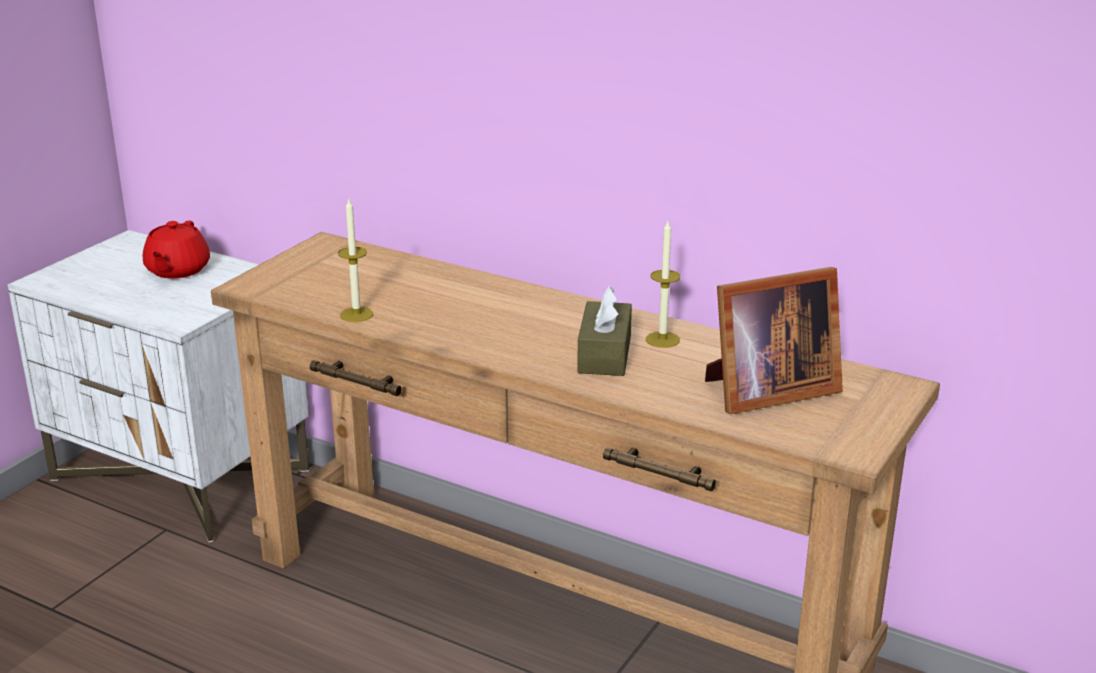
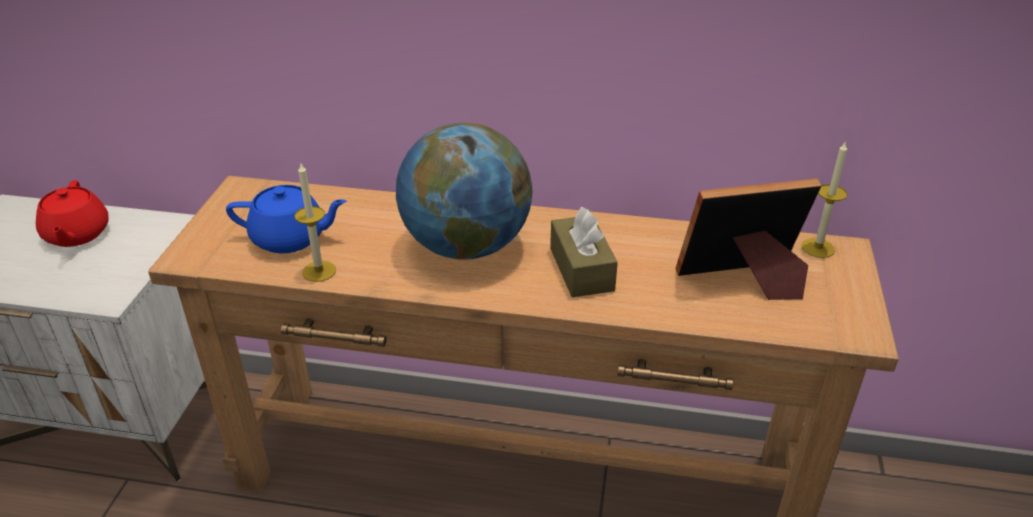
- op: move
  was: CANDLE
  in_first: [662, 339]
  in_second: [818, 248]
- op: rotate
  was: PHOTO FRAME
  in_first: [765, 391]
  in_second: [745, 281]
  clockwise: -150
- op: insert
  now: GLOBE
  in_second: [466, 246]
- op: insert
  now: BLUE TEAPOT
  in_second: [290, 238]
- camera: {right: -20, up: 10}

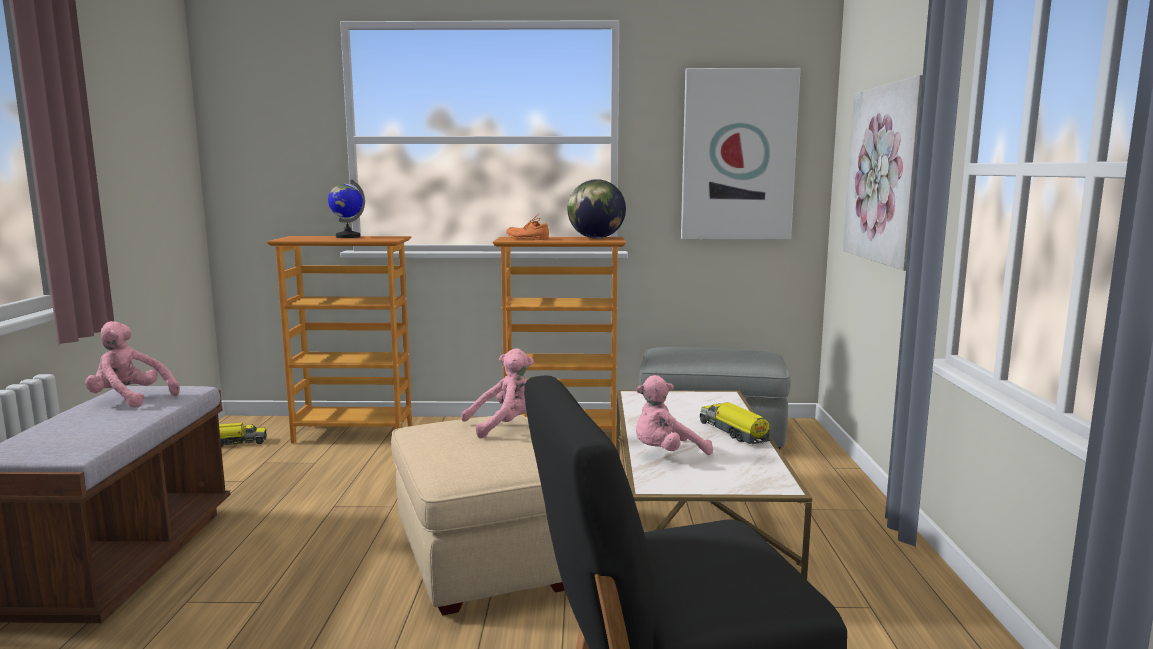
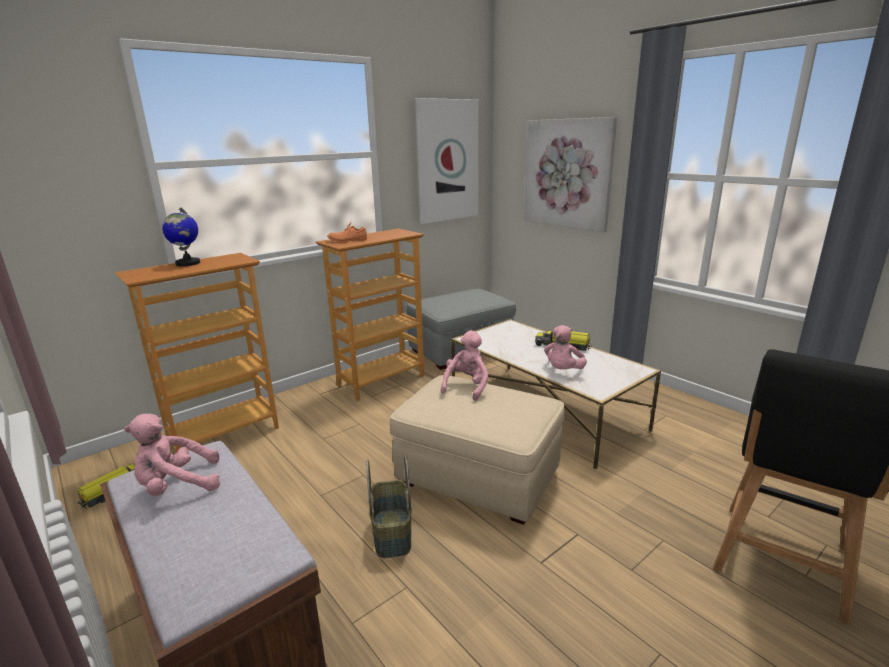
- op: delete
  was: GLOBE
  in_first: [596, 238]
- op: insert
  now: BASKET
  in_second: [391, 533]
- camera: {right: -40, up: 10}

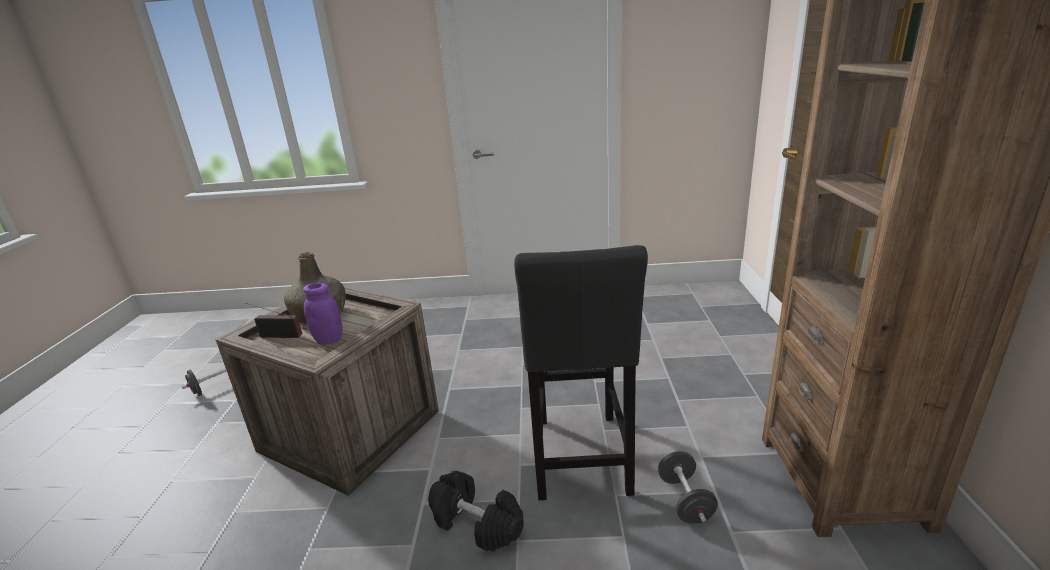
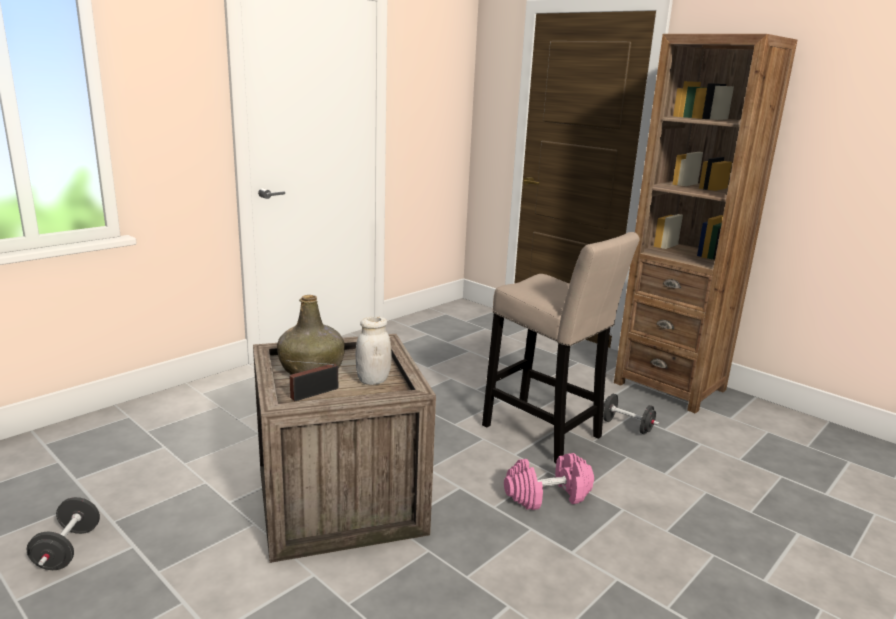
- op: recolor
  was: BLACKISH STOOL SEAT
  now: BEIGE STOOL SEAT
  in_first: [580, 460]
  in_second: [546, 434]
- op: recolor
  was: PURPLISH JAR
  now: WHITISH JAR
  in_first: [329, 340]
  in_second: [373, 380]
- op: recolor
  was: BLACKISH FREE WEIGHT
  now: PINK FREE WEIGHT
  in_first: [476, 524]
  in_second: [547, 496]
- camera: {right: -50, up: -5}

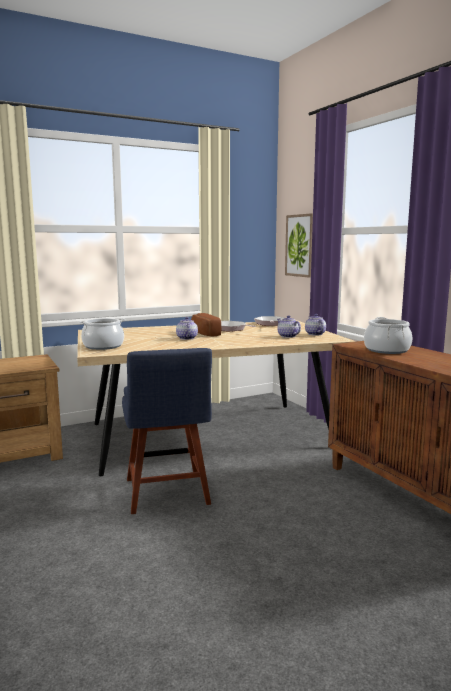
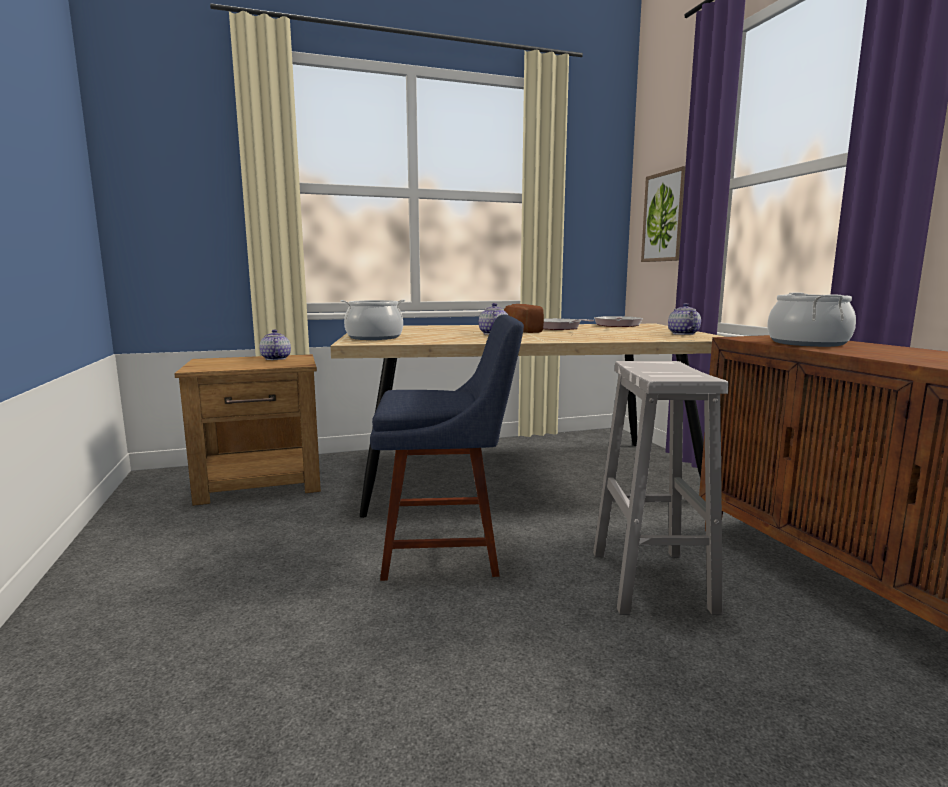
- op: move
  was: TEAPOT
  in_first: [287, 336]
  in_second: [275, 359]
- op: rotate
  was: BLUE CHAIR
  in_first: [167, 494]
  in_second: [448, 549]
  clockwise: -90
- op: insert
  now: WHITISH STOOL SEAT
  in_second: [650, 579]
- camera: {right: 10, up: 0}

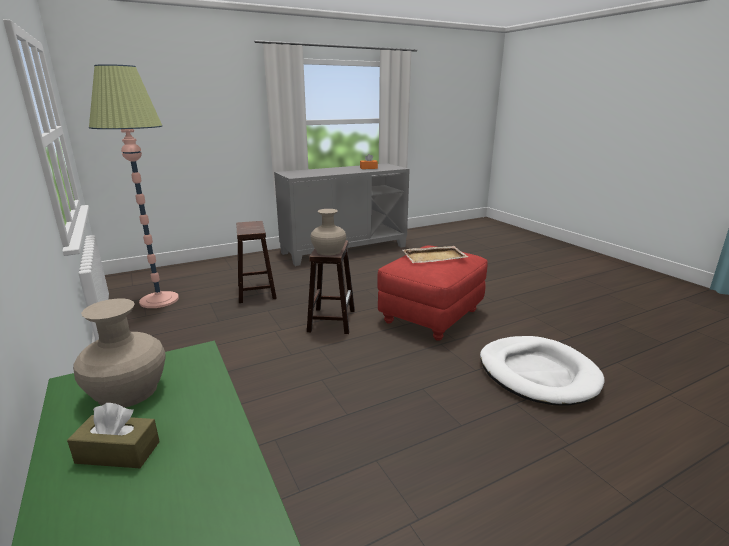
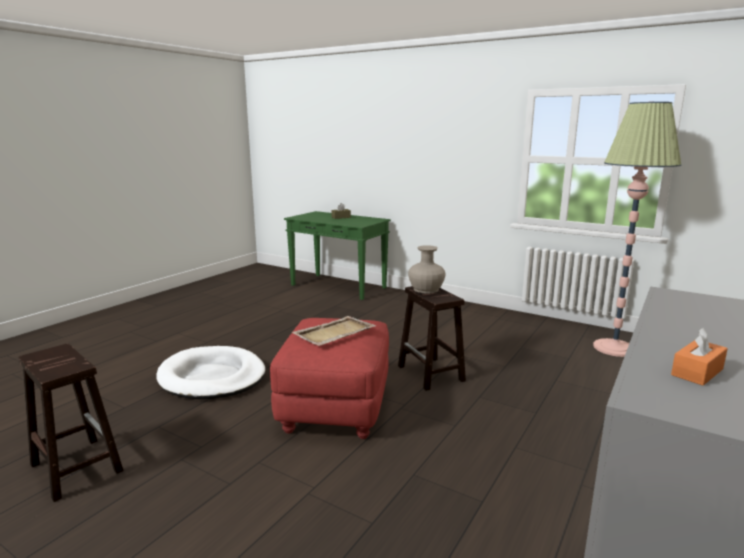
- op: move
  was: BROWN STOOL SEAT
  in_first: [257, 292]
  in_second: [75, 467]
- op: delete
  was: BEIGE DECORATIVE VASE
  in_first: [128, 391]
- camera: {right: 150, up: -5}

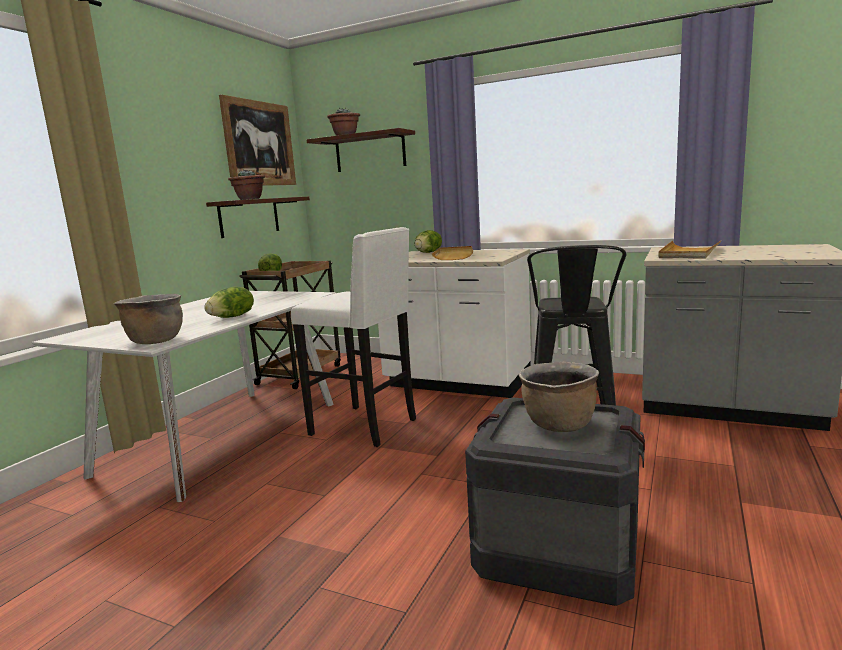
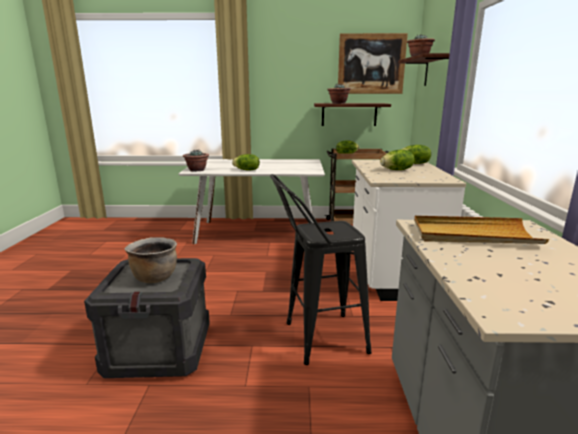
- op: delete
  was: WHITISH STOOL SEAT
  in_first: [366, 427]
- op: replace
  was: BEIGE TRAY
  now: LETTUCE HEAD
  in_first: [454, 255]
  in_second: [397, 170]
- op: replace
  was: BROWN COOKING POT
  now: PLANT IN A POT
  in_first: [155, 341]
  in_second: [197, 170]
- camera: {right: 65, up: 5}

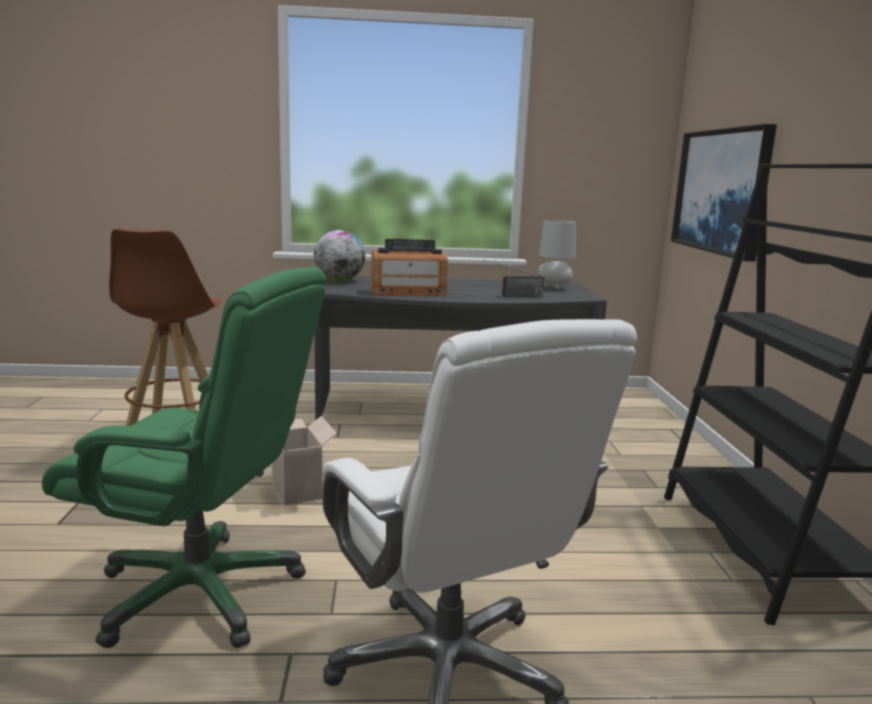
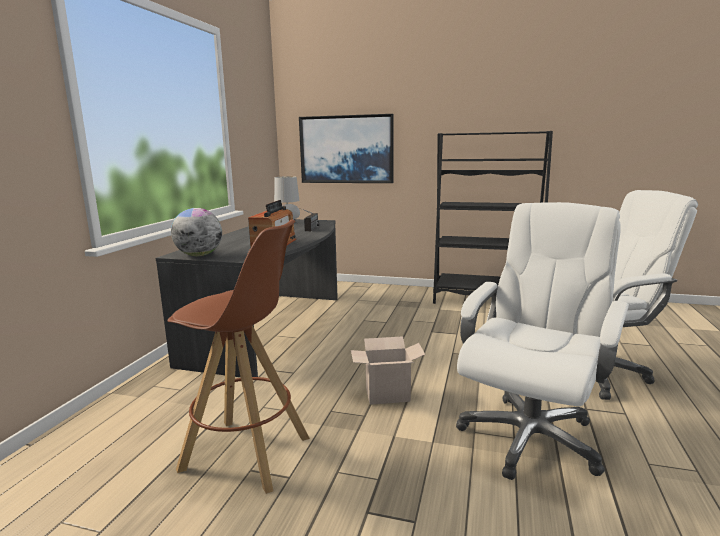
- op: recolor
  was: GREEN DESK CHAIR
  now: WHITISH DESK CHAIR
  in_first: [201, 592]
  in_second: [530, 437]
- camera: {right: -70, up: 0}

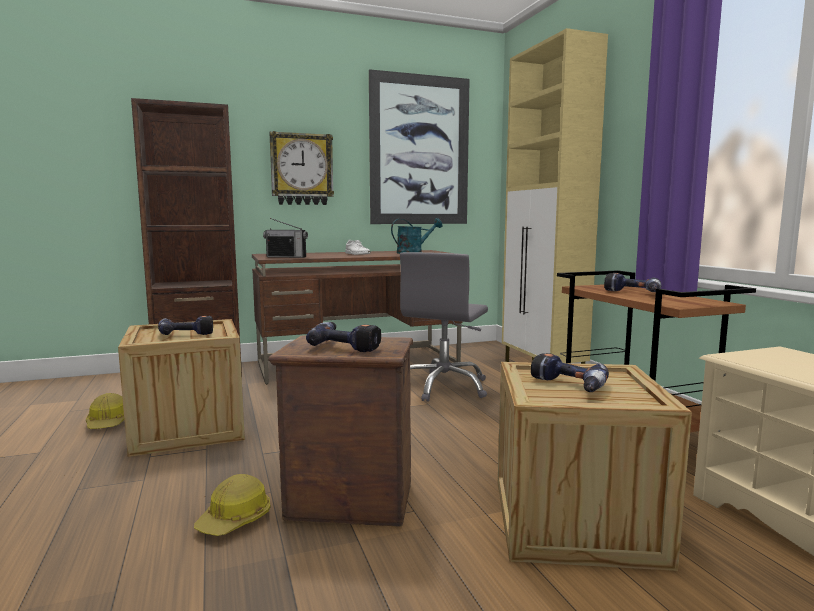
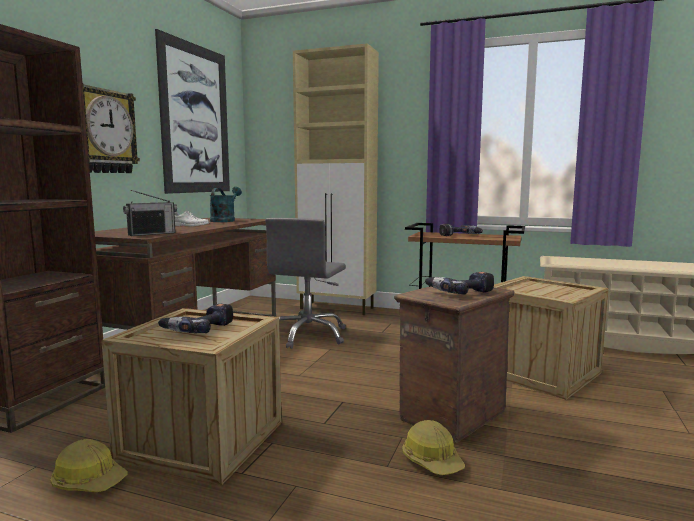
- op: rotate
  was: GREY DESK CHAIR
  in_first: [444, 387]
  in_second: [308, 335]
  clockwise: 45
- op: delete
  was: ELECTRIC DRILL
  in_first: [566, 386]
- camera: {right: -50, up: 0}

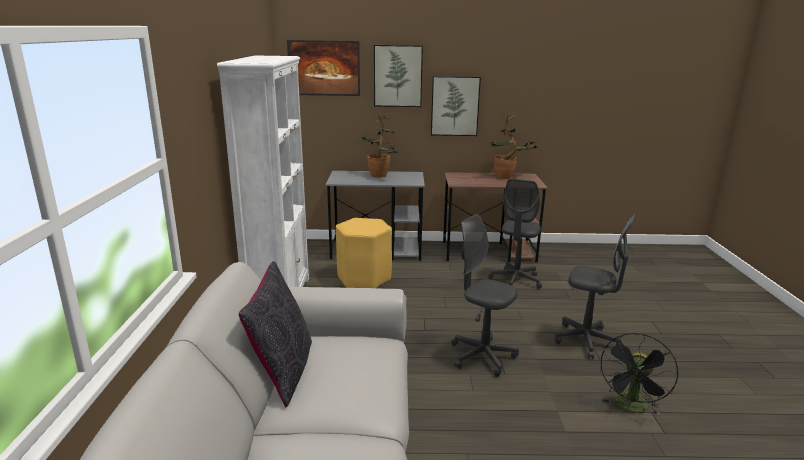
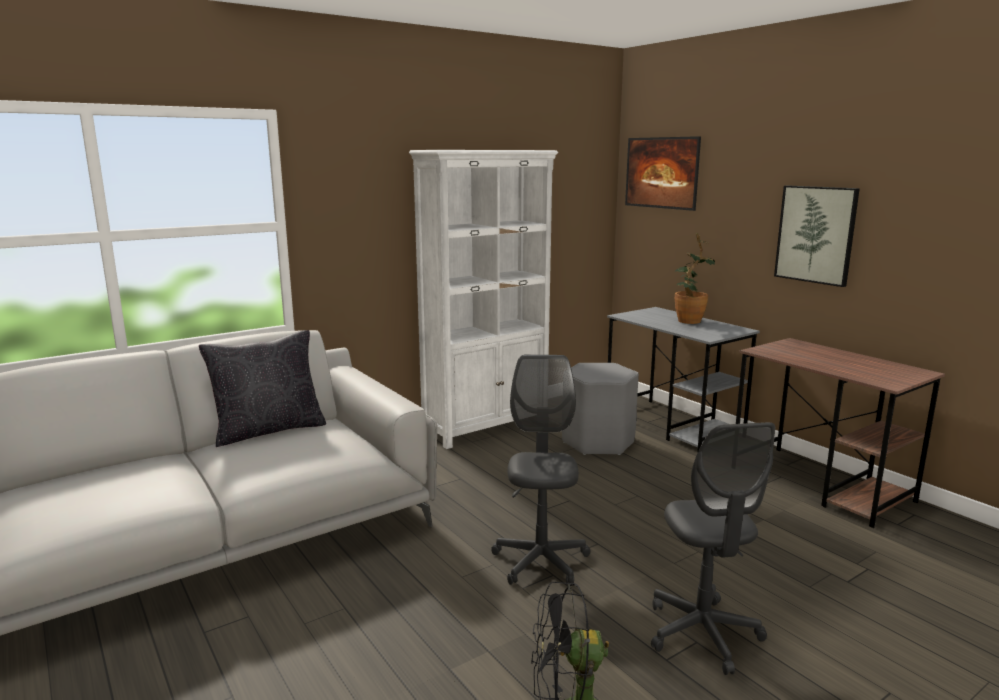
- op: delete
  was: WALL PICTURE
  in_first: [398, 76]
- op: delete
  was: PLANT IN A POT
  in_first: [508, 177]
- op: delete
  was: GREY DESK CHAIR
  in_first: [515, 280]
- op: recolor
  was: YELLOW-COLOURED STOOL SEAT
  now: GREY STOOL SEAT
  in_first: [363, 278]
  in_second: [597, 442]
- camera: {right: 55, up: -5}

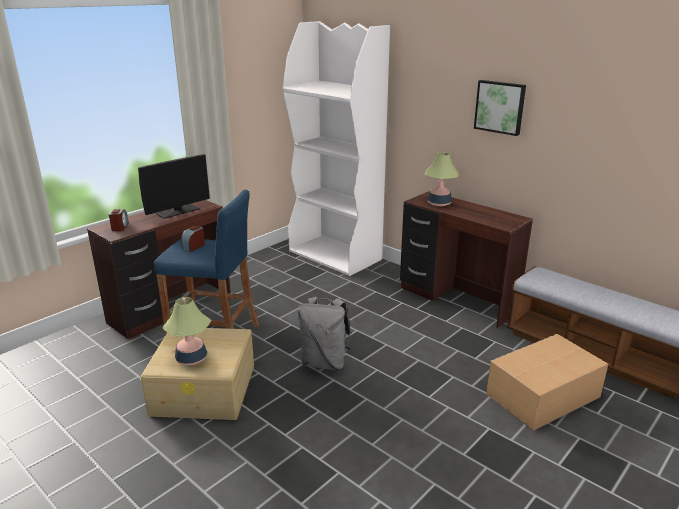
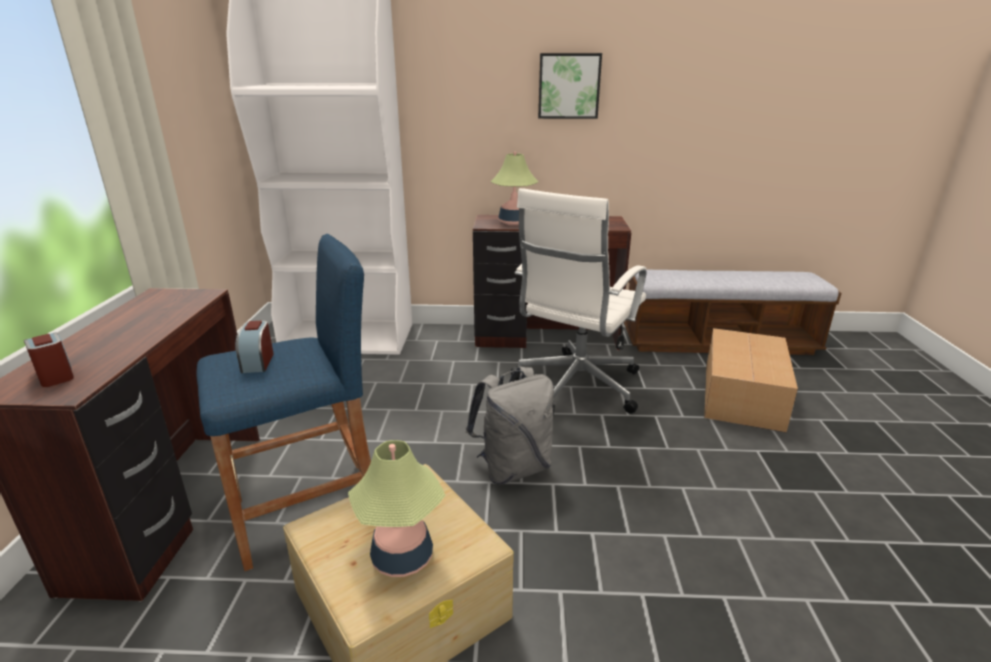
- op: delete
  was: COMPUTER DISPLAY
  in_first: [177, 211]
- op: insert
  now: WHITISH DESK CHAIR
  in_second: [575, 387]
- camera: {right: -40, up: 0}

